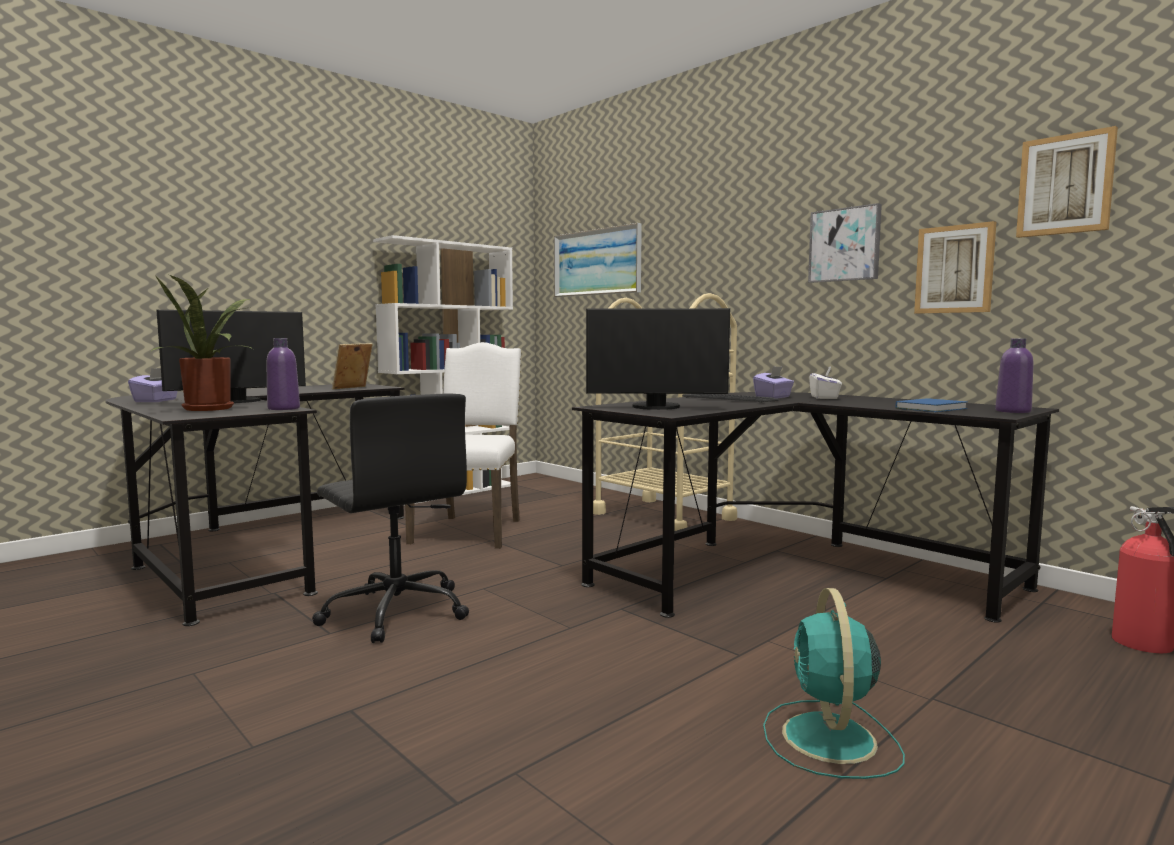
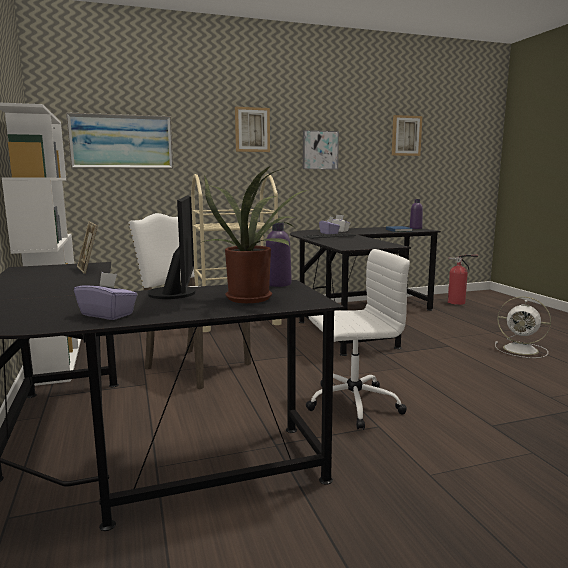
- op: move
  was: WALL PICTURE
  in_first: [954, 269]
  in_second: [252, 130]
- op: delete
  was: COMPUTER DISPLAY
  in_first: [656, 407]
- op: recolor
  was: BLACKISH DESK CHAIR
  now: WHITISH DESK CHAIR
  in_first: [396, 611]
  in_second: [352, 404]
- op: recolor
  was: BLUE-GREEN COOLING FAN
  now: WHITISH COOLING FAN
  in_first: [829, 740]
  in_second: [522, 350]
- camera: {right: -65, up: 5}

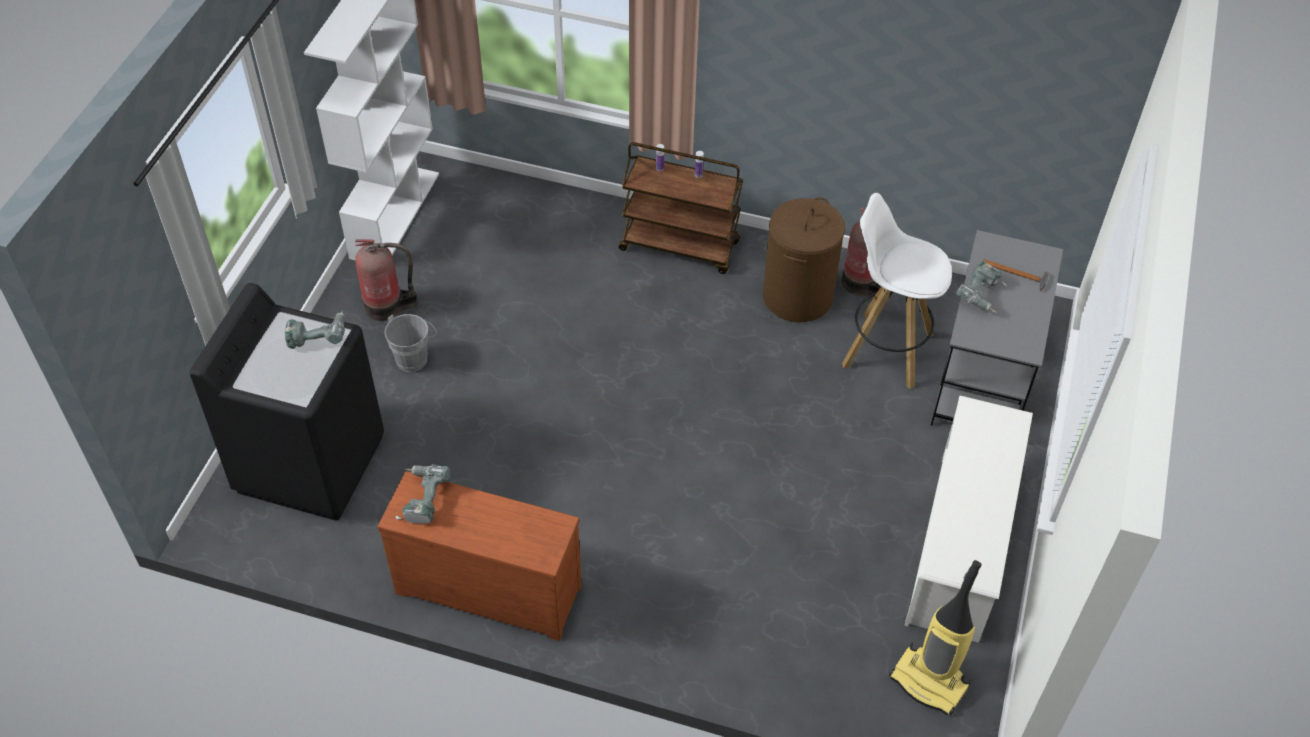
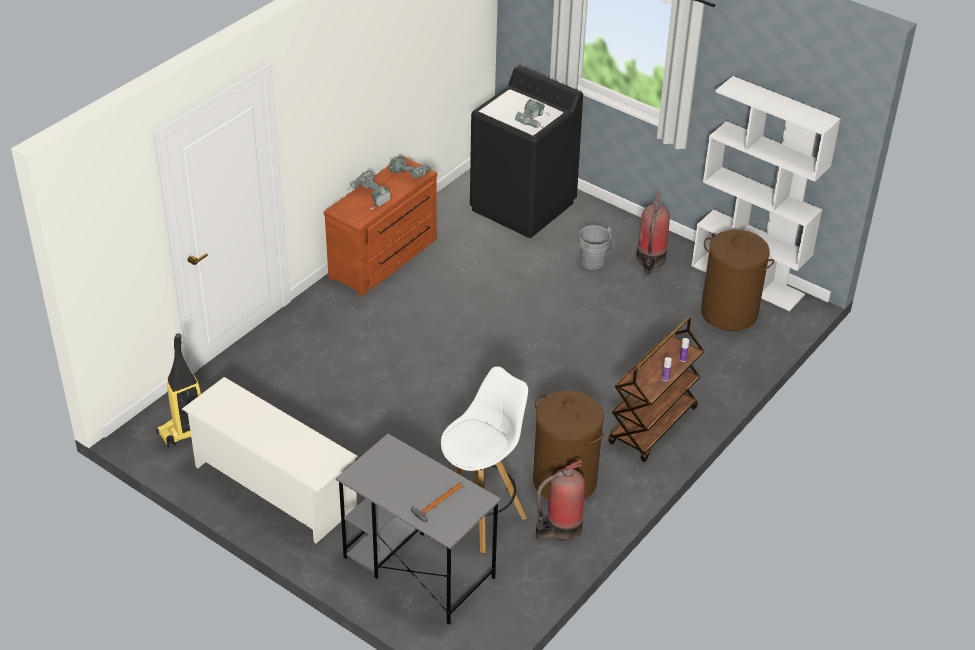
- op: move
  was: ELECTRIC DRILL
  in_first: [981, 296]
  in_second: [369, 197]
- op: insert
  now: BROWN WASHING BASKET
  in_second: [728, 313]
- camera: {right: 110, up: -10}

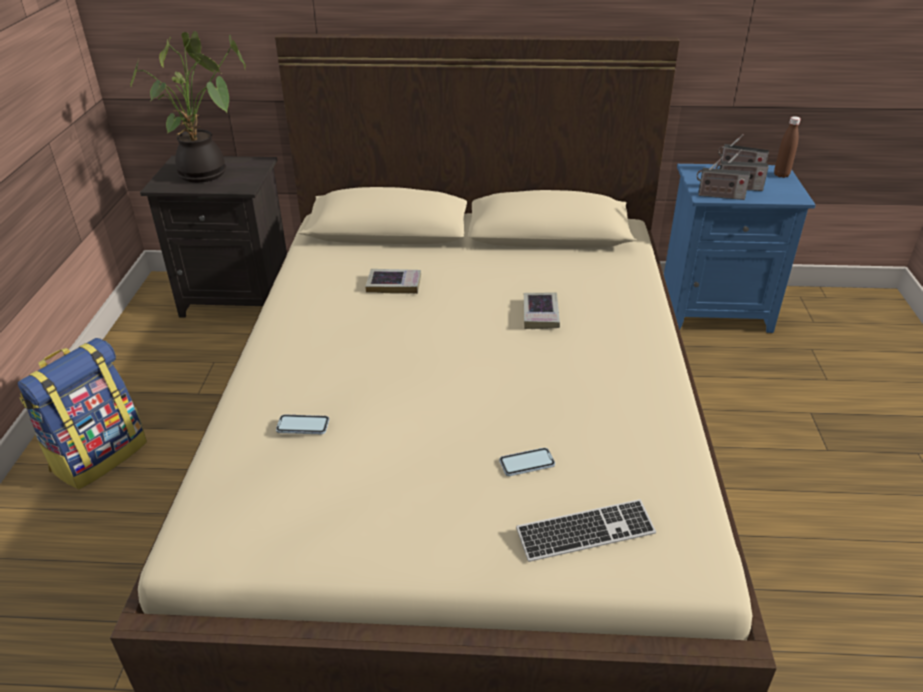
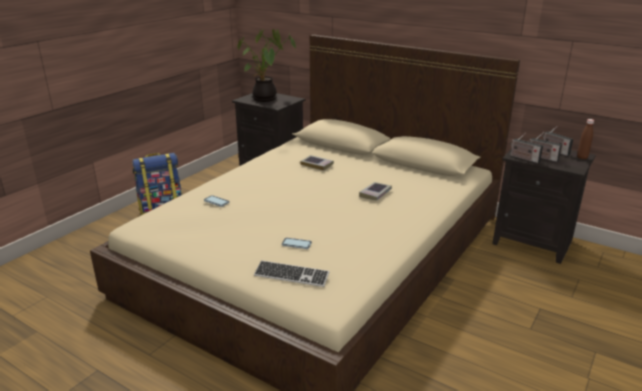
- op: recolor
  was: BLUE BEDSIDE TABLE
  now: BLACKISH BEDSIDE TABLE
  in_first: [716, 308]
  in_second: [534, 242]
- camera: {right: 30, up: -10}

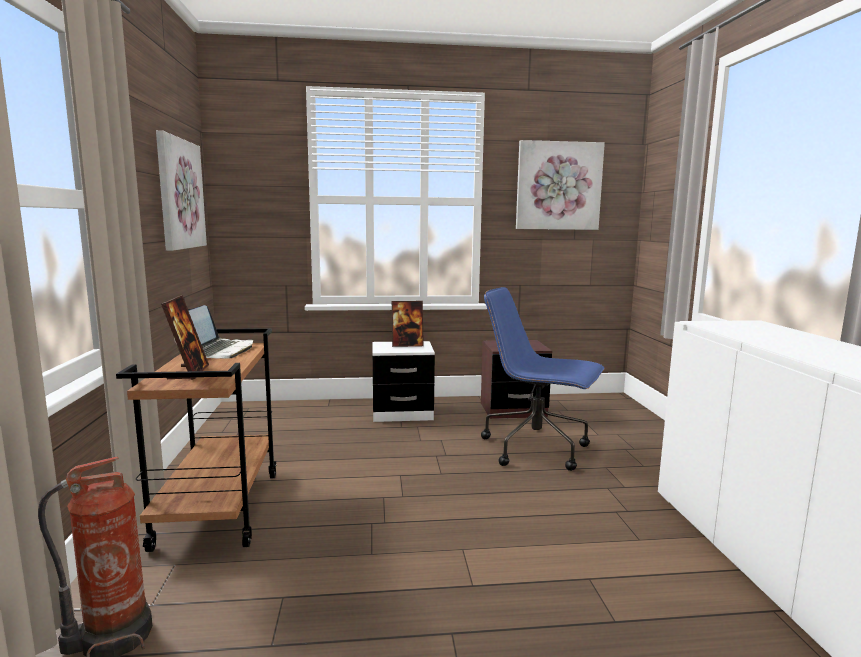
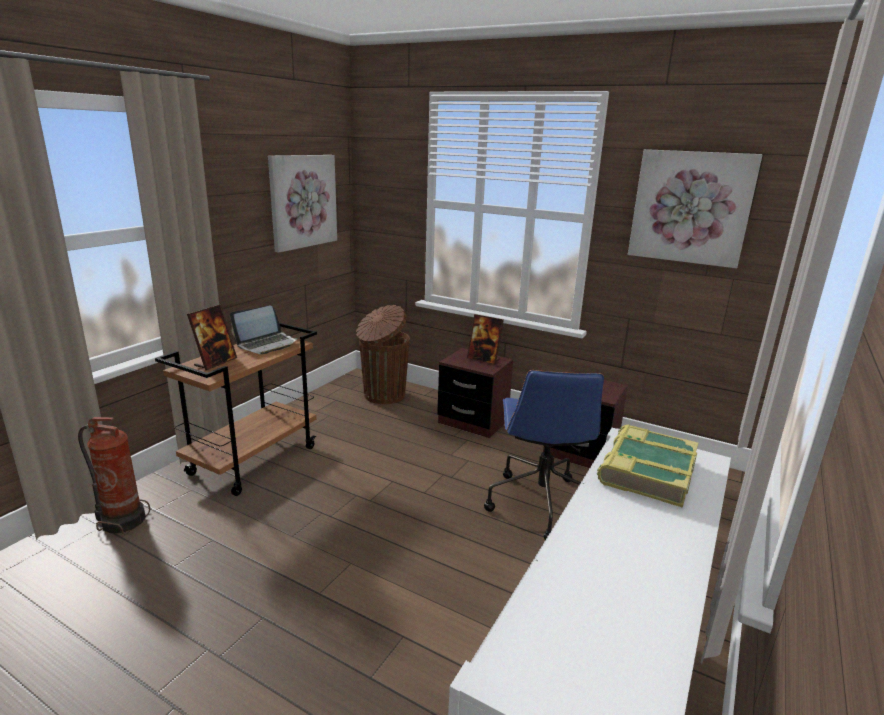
- op: rotate
  was: BLUE DESK CHAIR
  in_first: [537, 449]
  in_second: [540, 502]
  clockwise: -150
- op: recolor
  was: WHITISH BEDSIDE TABLE
  now: BROWN BEDSIDE TABLE
  in_first: [402, 413]
  in_second: [473, 421]
- op: insert
  now: BROWN RUBBISH BIN
  in_second: [383, 395]
- op: insert
  now: BOOK
  in_second: [646, 471]
- camera: {right: 35, up: 10}

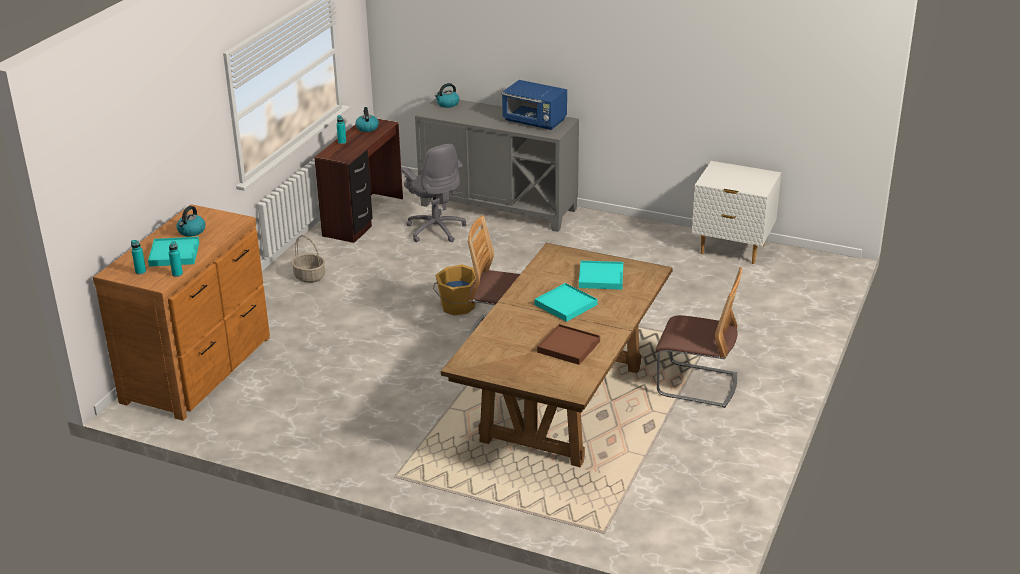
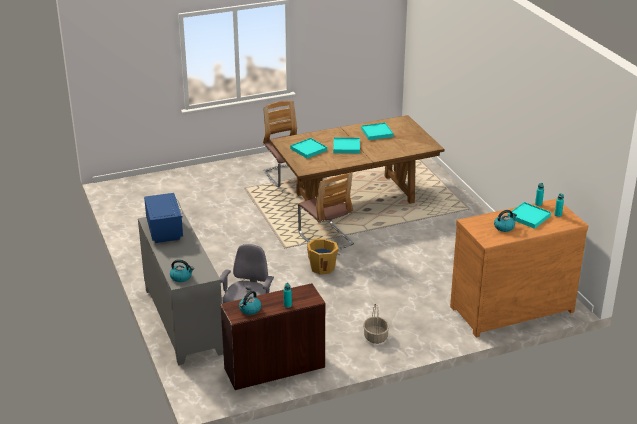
- op: delete
  was: WHITISH BEDSIDE TABLE
  in_first: [732, 250]
- op: recolor
  was: BROWN TRAY
  now: BLUE-GREEN TRAY
  in_first: [568, 347]
  in_second: [377, 133]
- camera: {right: -135, up: 0}

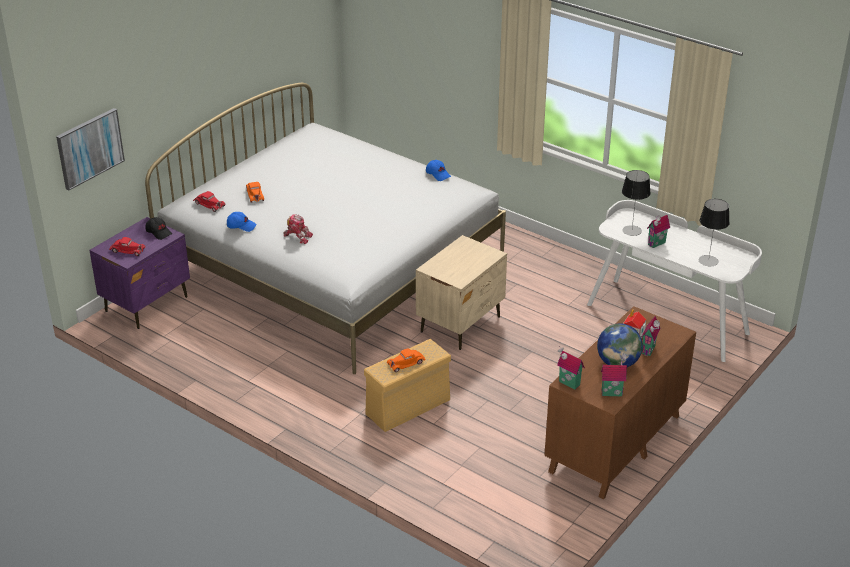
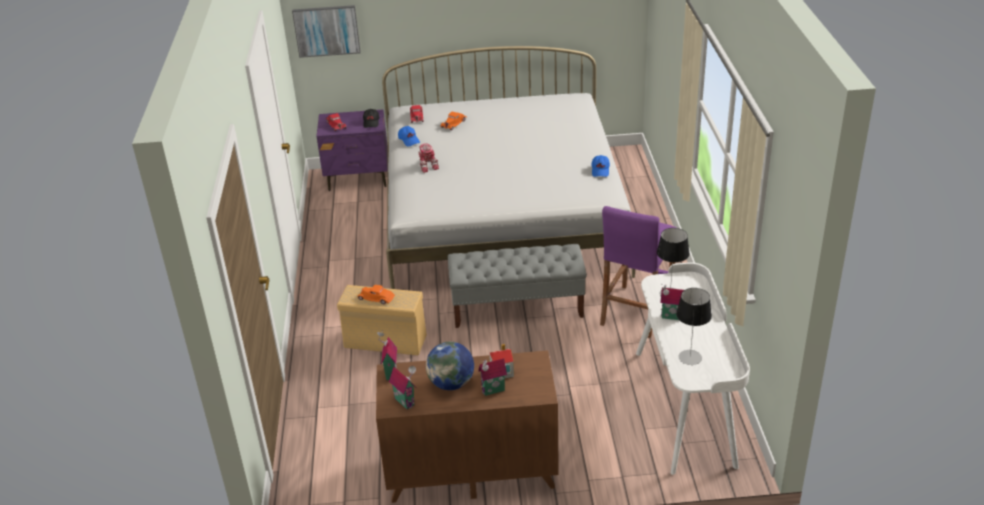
- op: replace
  was: BEIGE BEDSIDE TABLE
  now: GREY LONG SEAT
  in_first: [461, 324]
  in_second: [517, 308]
- op: insert
  now: PURPLISH STOOL SEAT
  in_second: [636, 311]
- camera: {right: 50, up: 0}

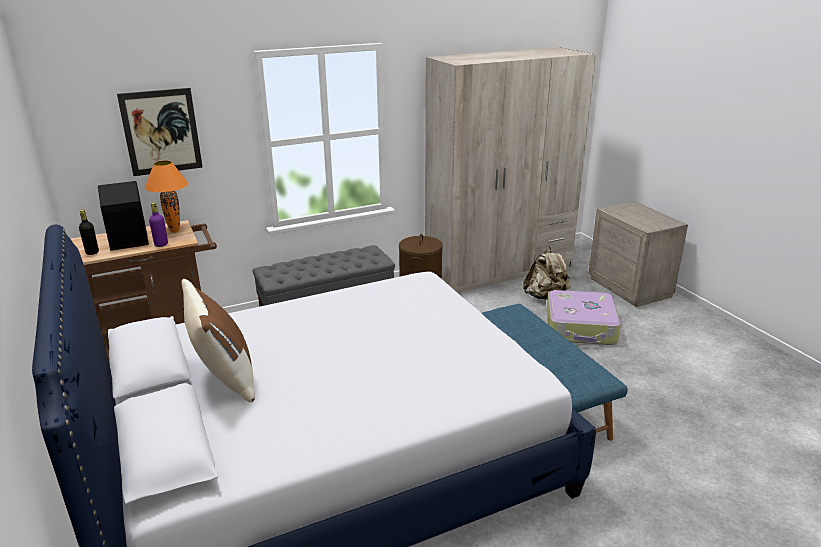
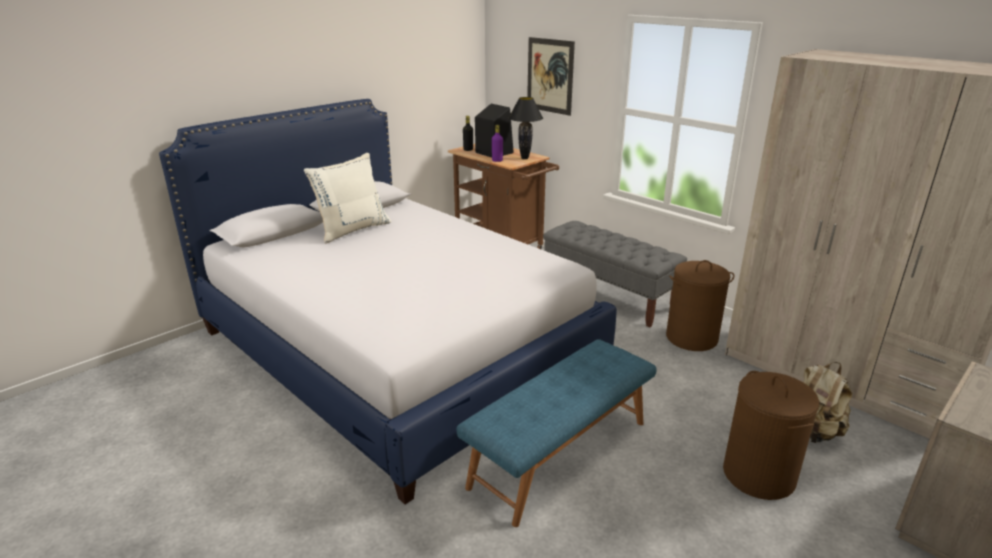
- op: recolor
  was: ORANGEY TABLETOP LAMP
  now: BLACKISH TABLETOP LAMP
  in_first: [175, 230]
  in_second: [525, 158]
- op: recolor
  was: BROWN PILLOW
  now: WHITISH PILLOW
  in_first: [223, 378]
  in_second: [352, 229]
- op: replace
  was: PIECE OF LUGGAGE
  now: BROWN WASHING BASKET
  in_first: [581, 328]
  in_second: [759, 475]
- camera: {right: 70, up: 0}

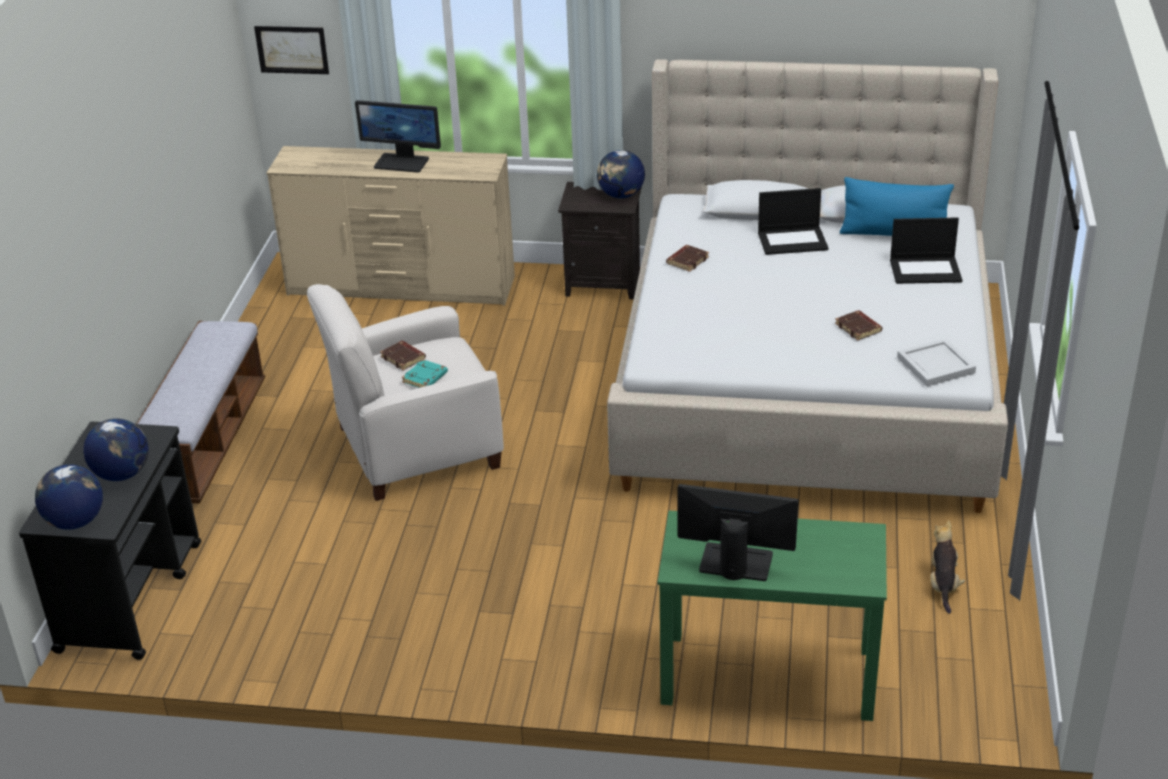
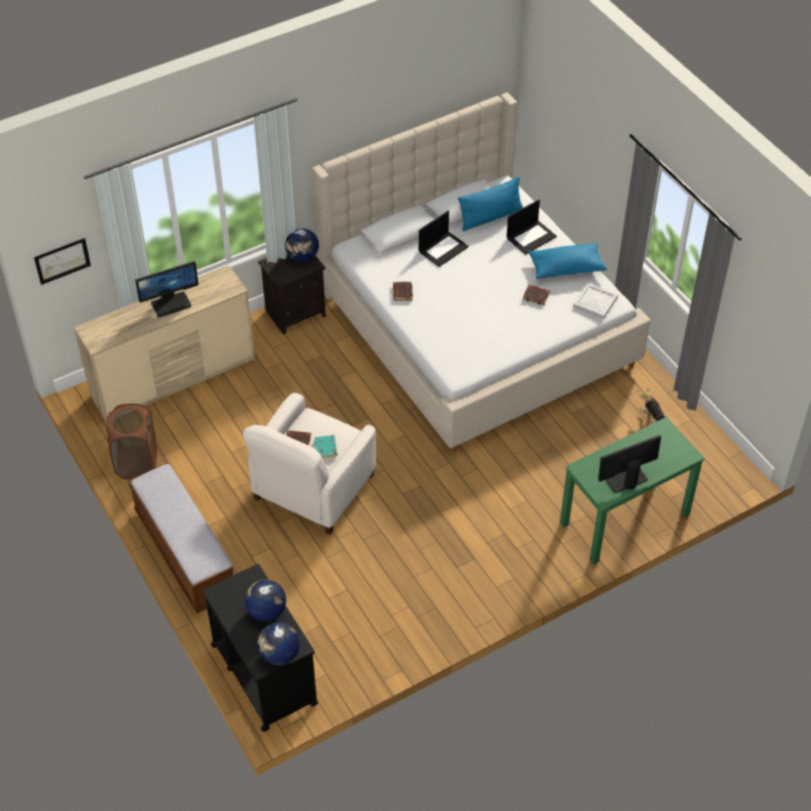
- op: insert
  now: BLUE PILLOW
  in_second: [566, 268]
- op: insert
  now: BROWN WASHING BASKET
  in_second: [136, 463]
- camera: {right: -40, up: 15}

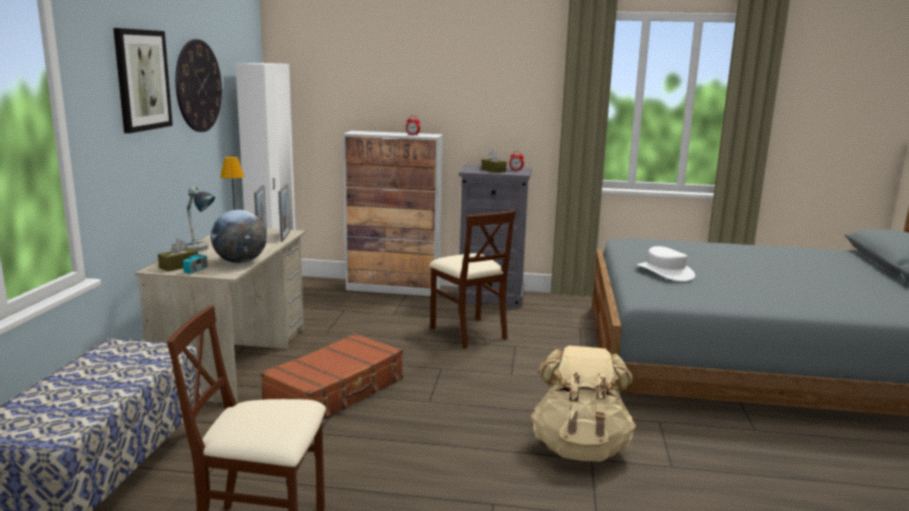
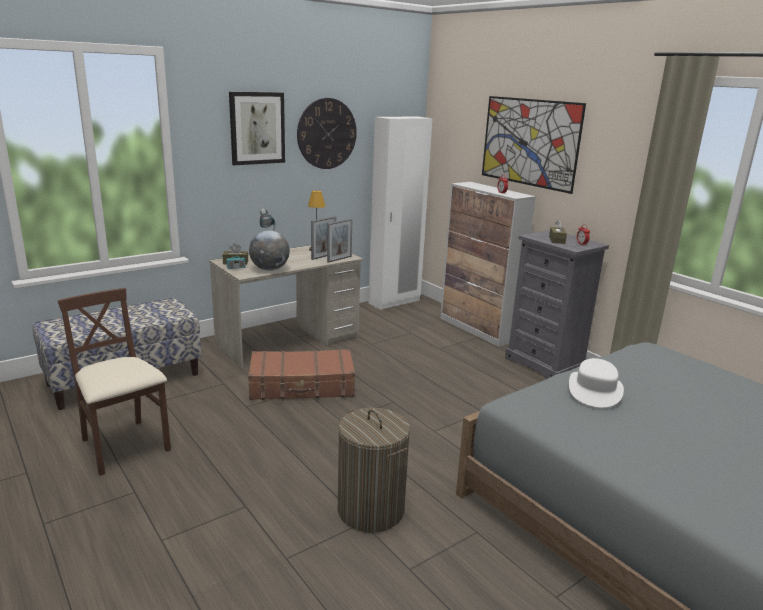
- op: delete
  was: BROWN CHAIR
  in_first: [469, 332]
- op: replace
  was: BEIGE KNAPSACK
  now: WASHING BASKET
  in_first: [580, 448]
  in_second: [371, 510]
- op: insert
  now: WALL PICTURE
  in_second: [529, 142]
- camera: {right: 45, up: 5}

